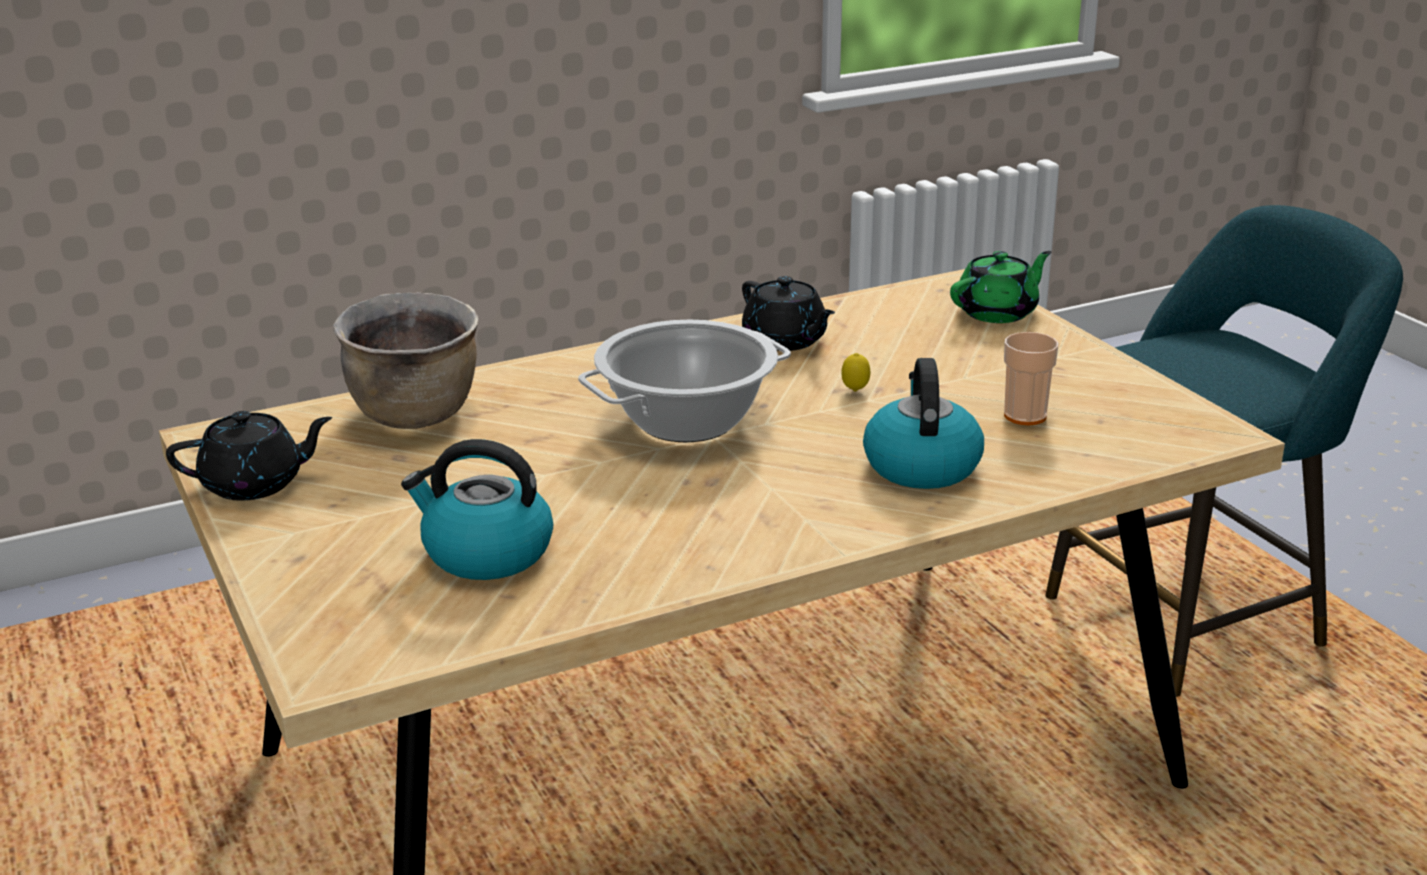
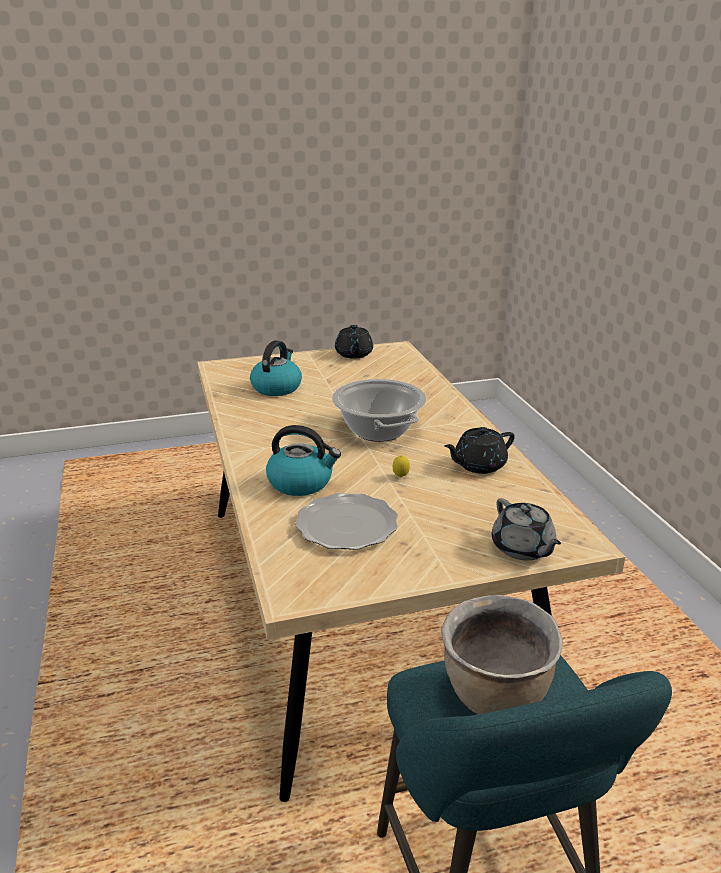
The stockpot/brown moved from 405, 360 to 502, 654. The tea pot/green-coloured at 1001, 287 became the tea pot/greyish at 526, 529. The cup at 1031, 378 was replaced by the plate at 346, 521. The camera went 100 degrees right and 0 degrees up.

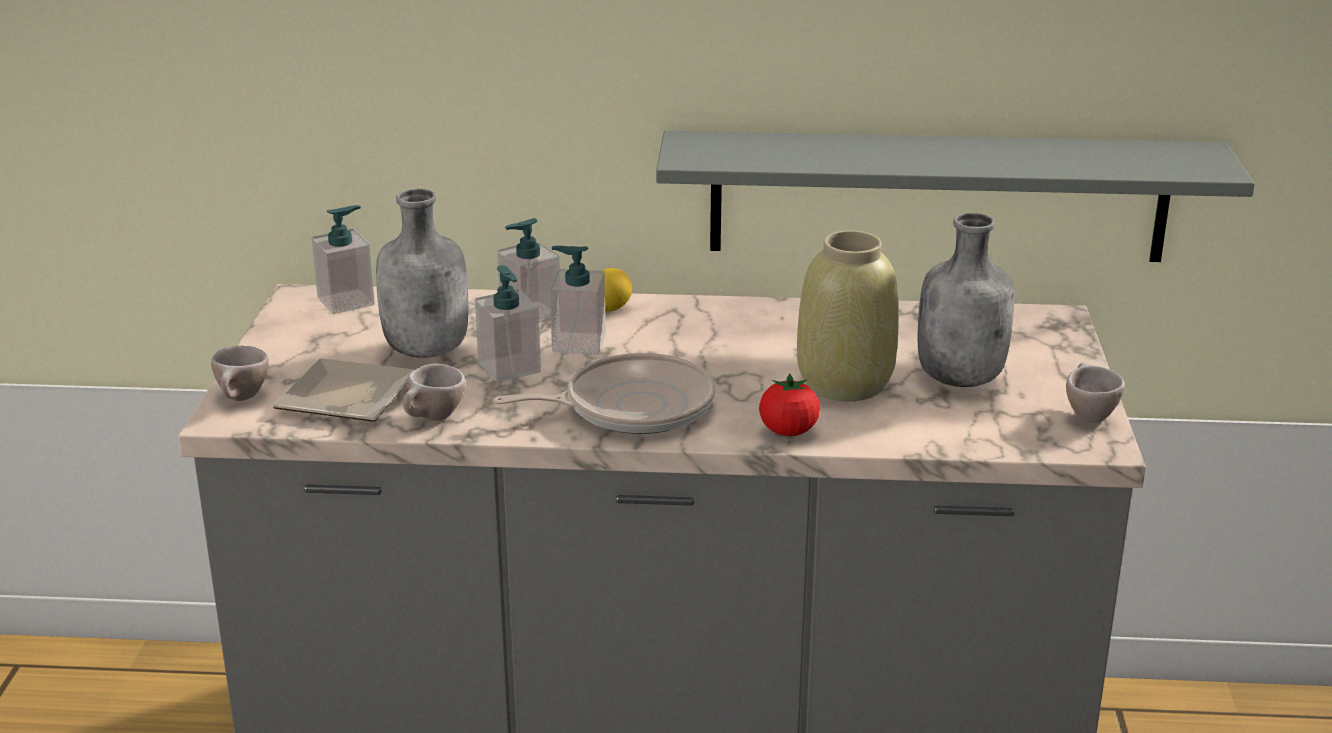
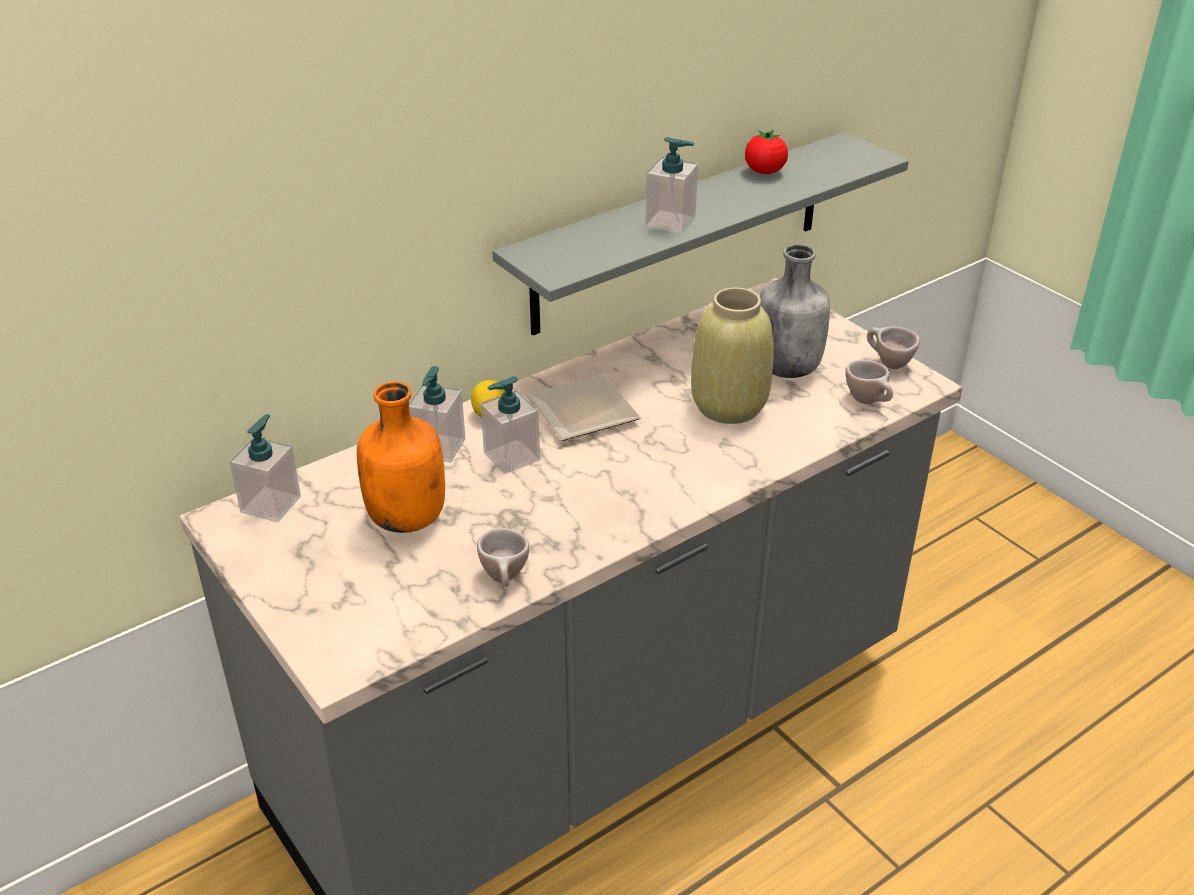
The cup/beige moved from 240, 373 to 869, 382. The plate moved from 343, 390 to 584, 407. The bottle/greyish at 422, 273 became the bottle/orange-coloured at 401, 457. The soap bottle moved from 508, 323 to 671, 185. The skillet at 604, 393 disappeared. The whole tomato moved from 789, 404 to 766, 152. The camera went 40 degrees left and 10 degrees up.

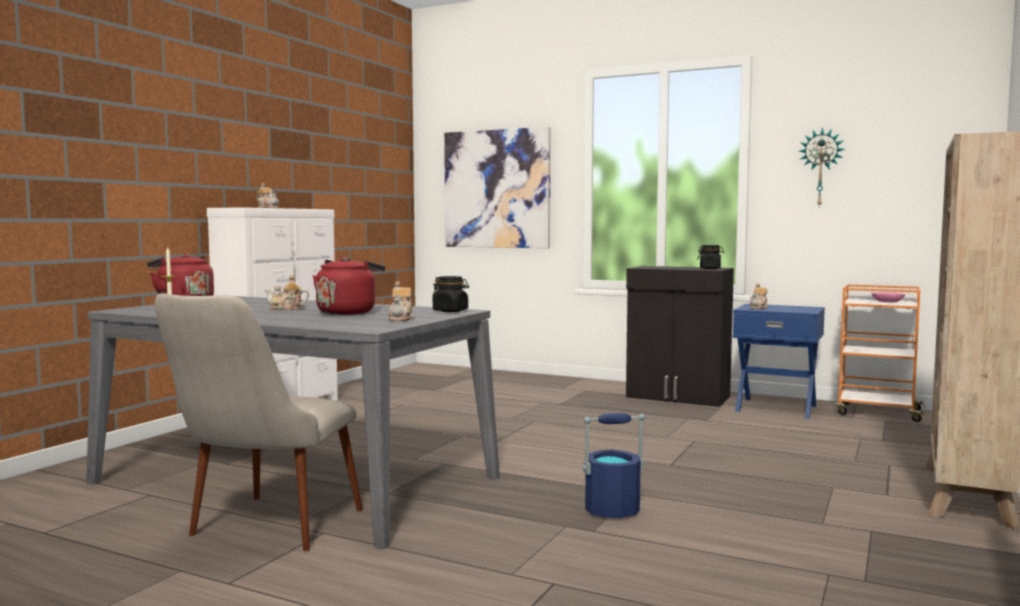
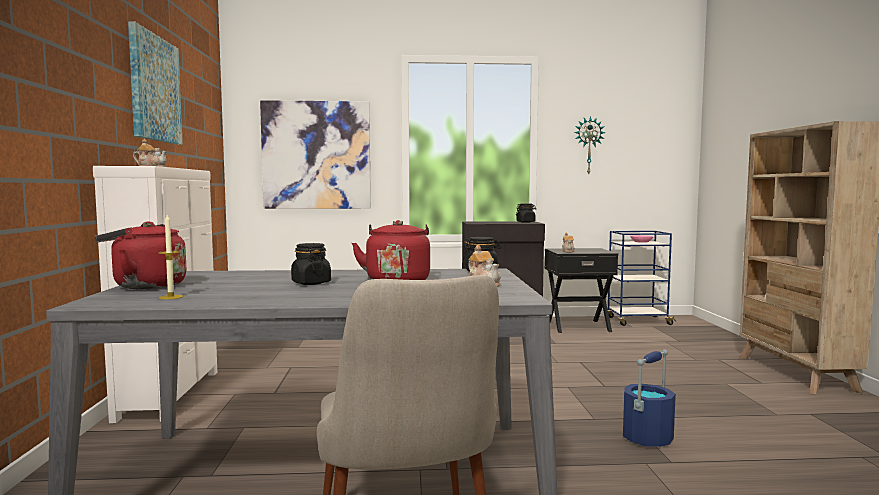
The tea pot at 287, 292 was replaced by the storage jar/black at 311, 264. The bedside table/blue at 779, 361 became the bedside table/black at 581, 290. The trolley/orange-coloured at 881, 353 became the trolley/blue at 642, 278. The wall picture at 155, 83 appeared. The camera went 30 degrees left and 0 degrees up.

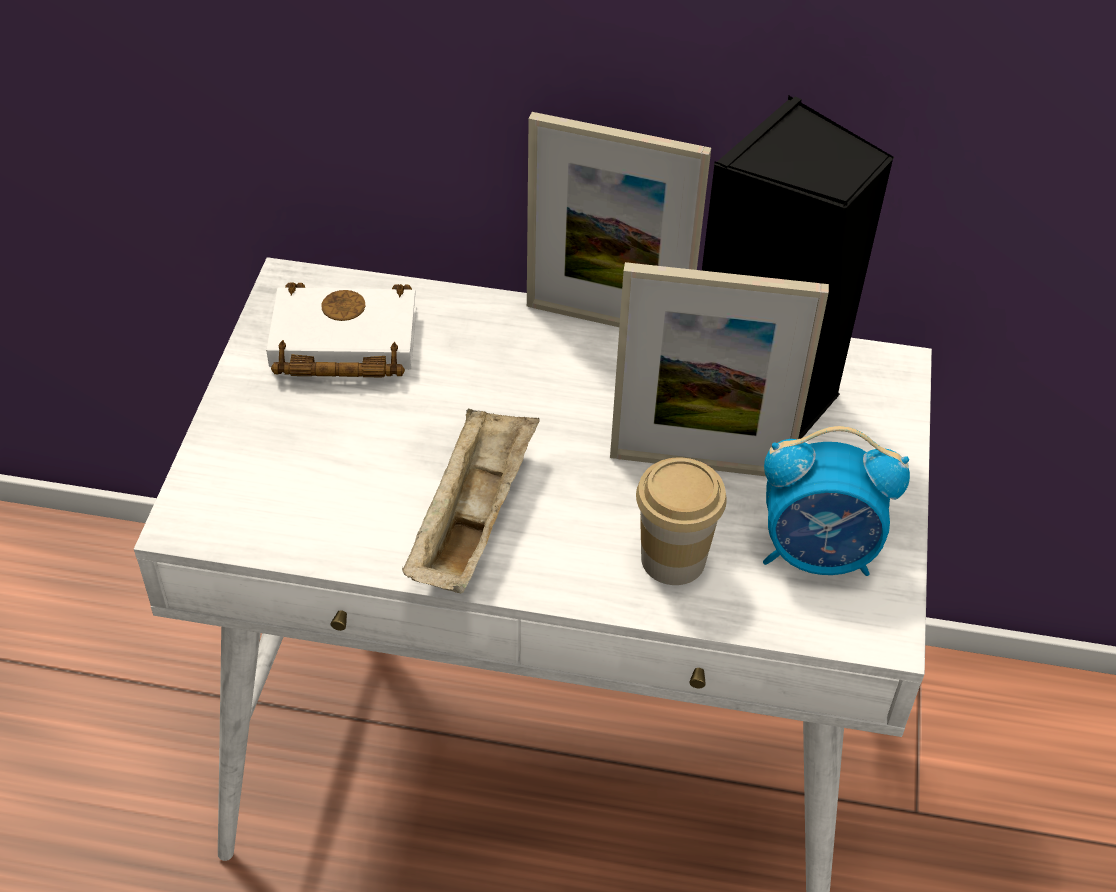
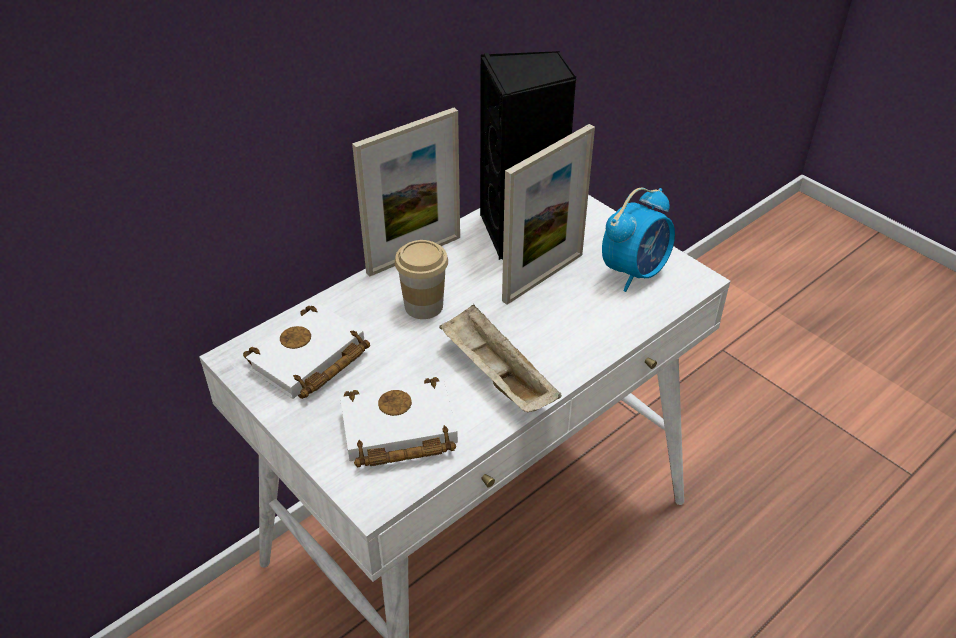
The cup moved from 681, 521 to 421, 279. The book/white-coloured at 399, 422 appeared. The camera went 50 degrees left and 5 degrees down.

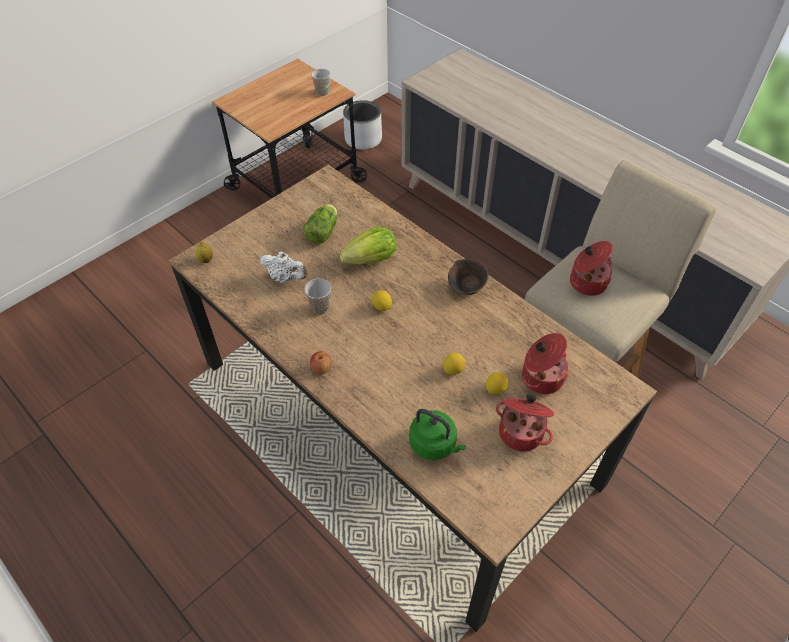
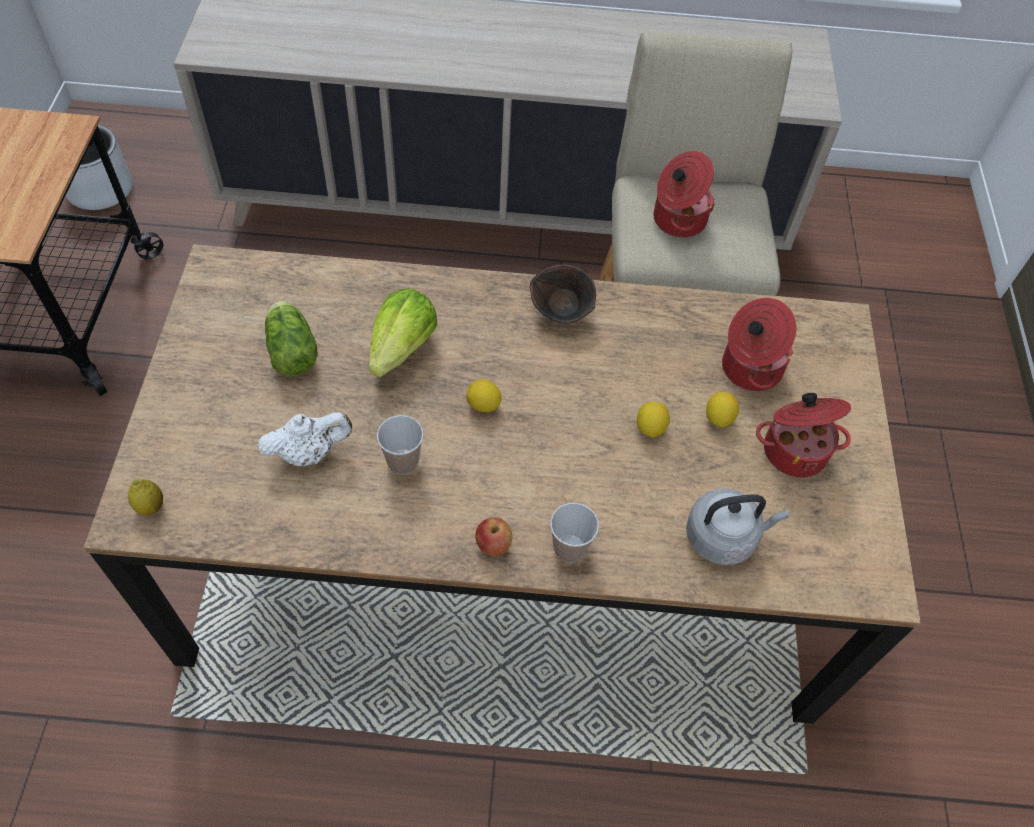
The cup moved from 320, 82 to 574, 533. The kettle/green-coloured at 437, 434 became the kettle/greyish at 737, 527. The camera went 45 degrees left and 5 degrees up.

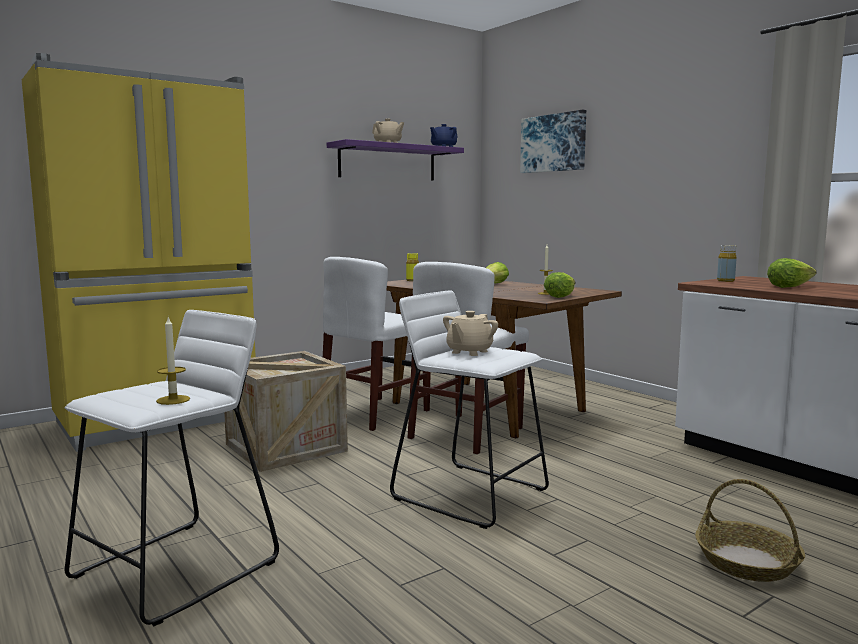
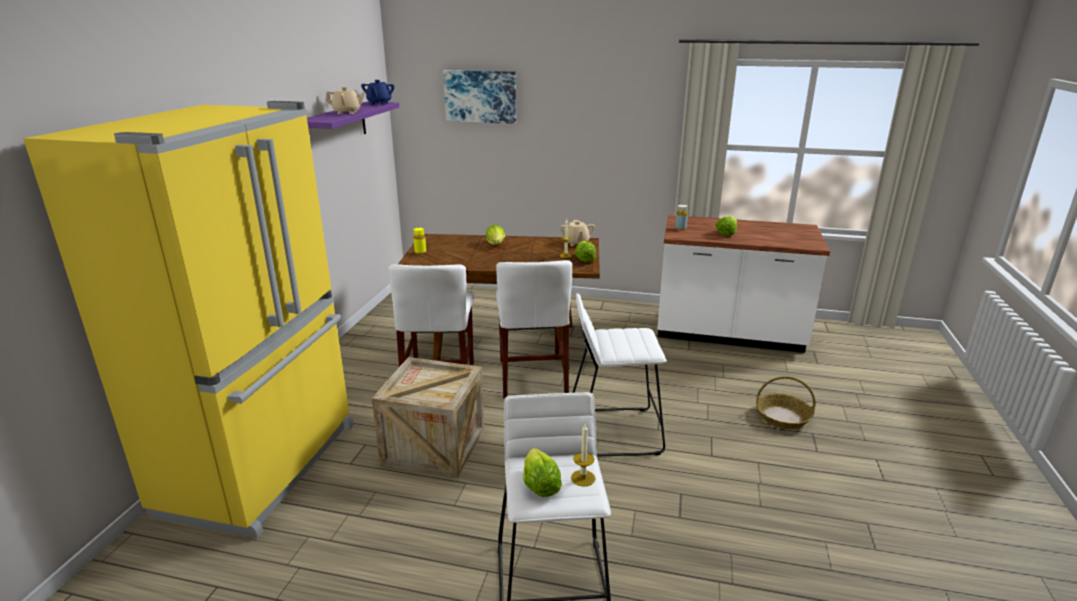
The tea pot/beige moved from 470, 333 to 577, 233. The lettuce at 542, 472 appeared. The camera went 40 degrees left and 15 degrees up.

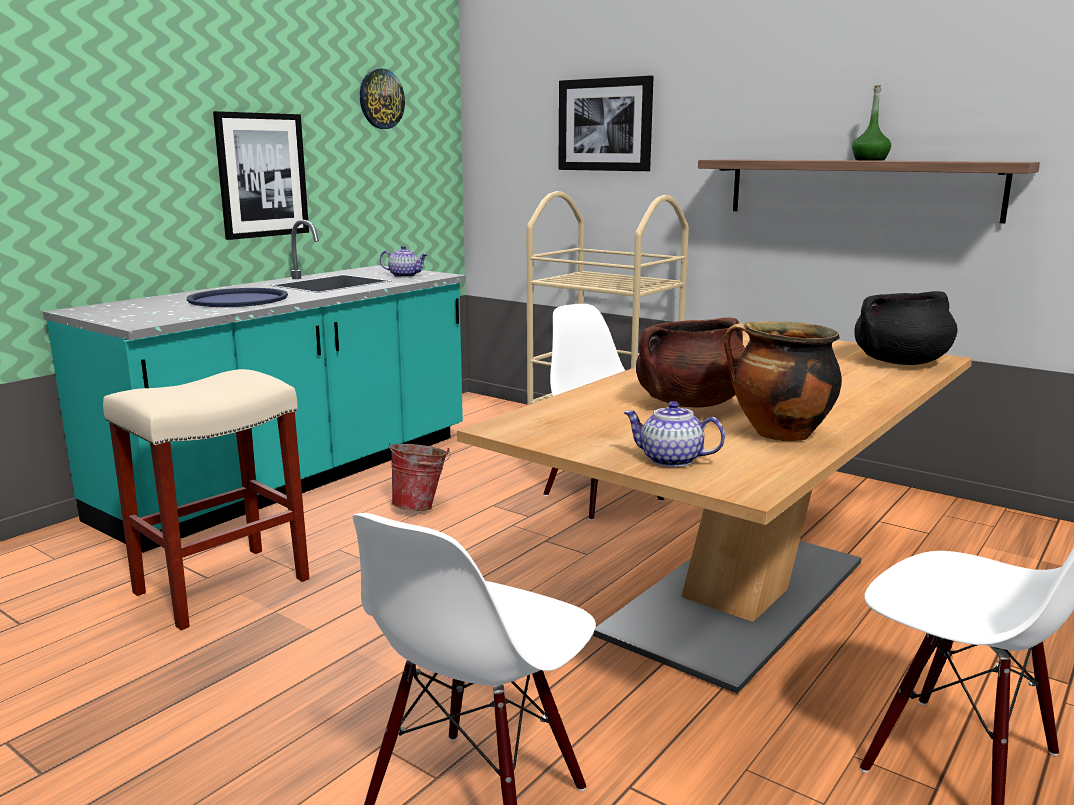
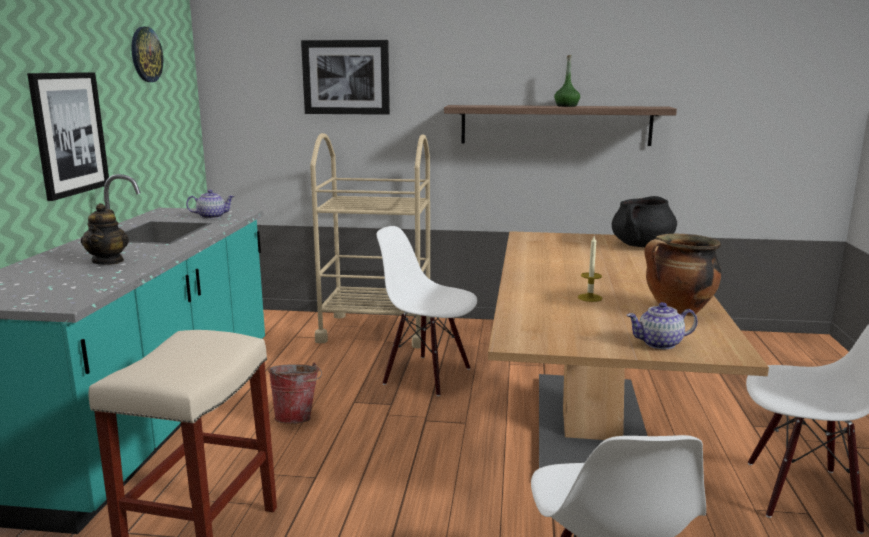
The serving tray/blue at 237, 297 was replaced by the tea pot at 105, 234. The stockpot/brown at 690, 362 was replaced by the wax candle at 590, 269. The camera went 30 degrees left and 0 degrees up.

